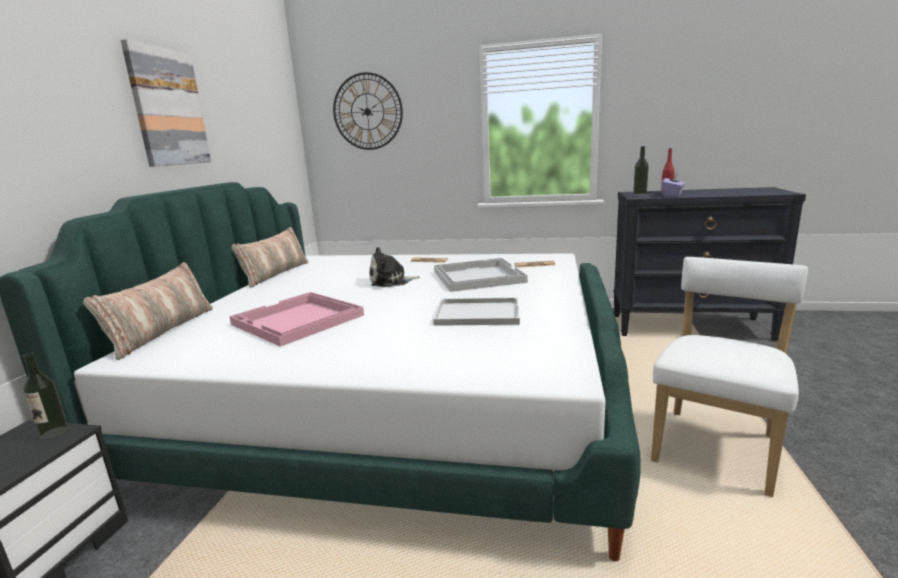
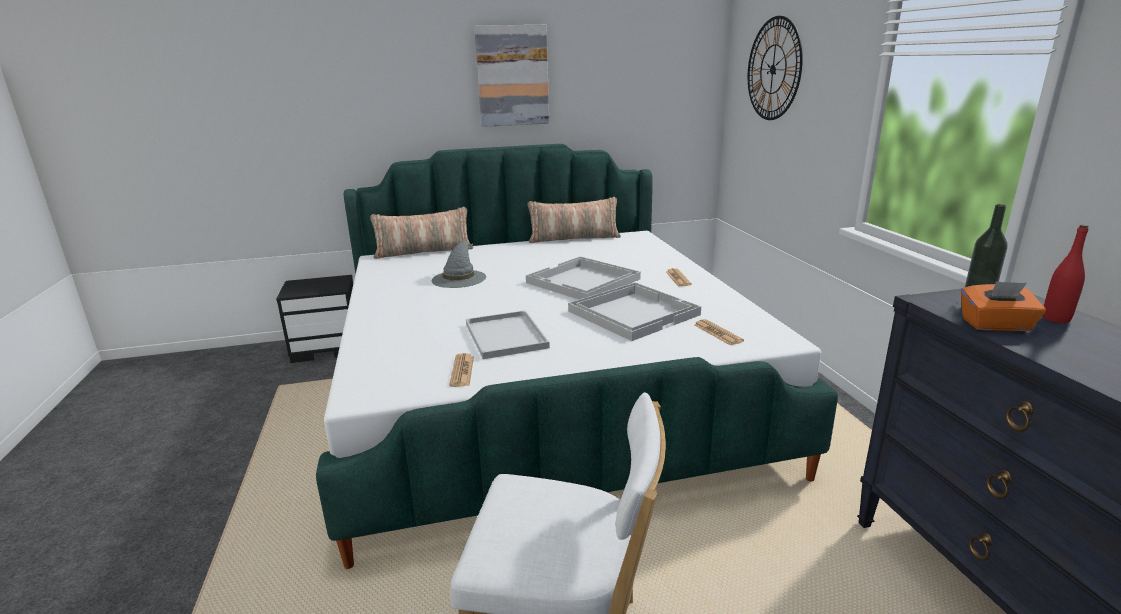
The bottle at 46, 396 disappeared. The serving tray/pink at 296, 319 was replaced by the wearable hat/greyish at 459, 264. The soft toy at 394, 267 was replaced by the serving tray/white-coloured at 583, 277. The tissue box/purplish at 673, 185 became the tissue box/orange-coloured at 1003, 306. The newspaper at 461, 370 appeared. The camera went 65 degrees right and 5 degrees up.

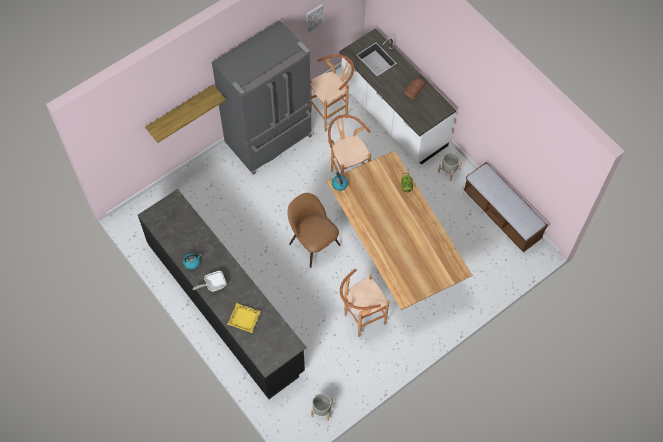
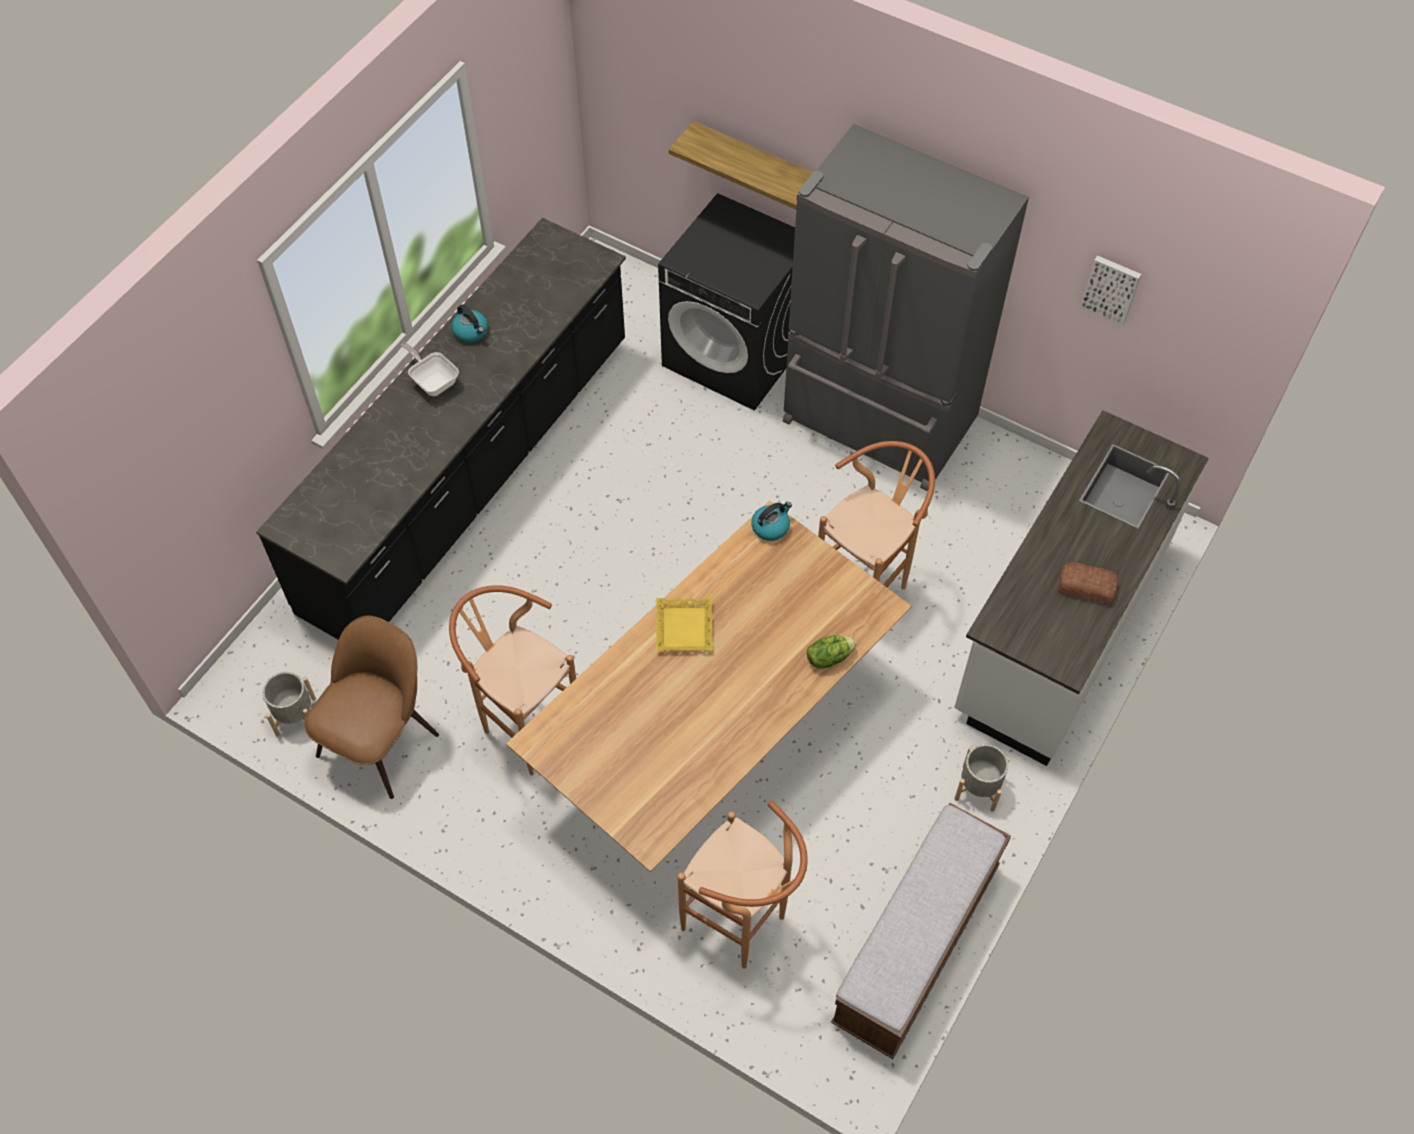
The serving tray/yellow moved from 244, 318 to 684, 624. The plain chair/brown moved from 314, 230 to 371, 707. The stool seat/brown moved from 332, 93 to 742, 885. The washing machine/black at 726, 302 appeared. The camera went 70 degrees right and 5 degrees down.

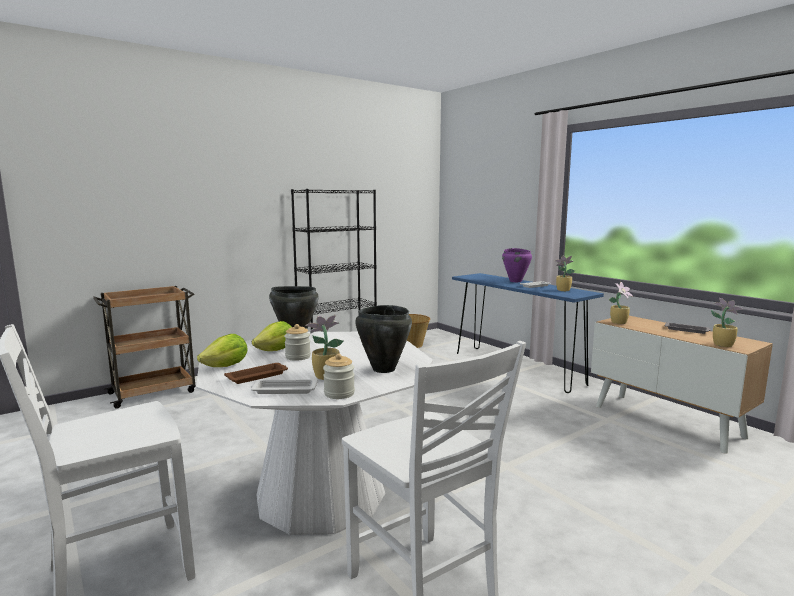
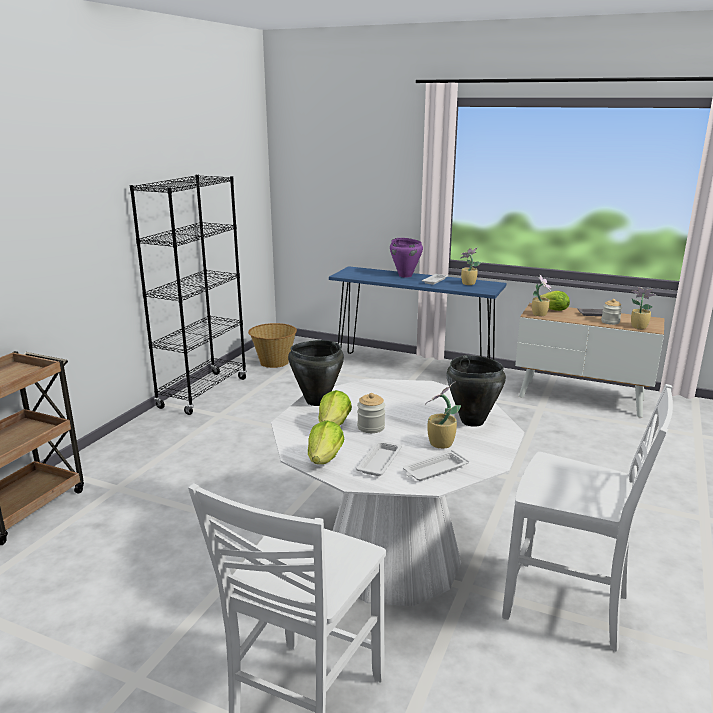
The serving tray/brown at 256, 373 became the serving tray/white-coloured at 379, 458. The storage jar moved from 339, 376 to 611, 312. The lettuce at 555, 301 appeared. The camera went 30 degrees left and 10 degrees up.

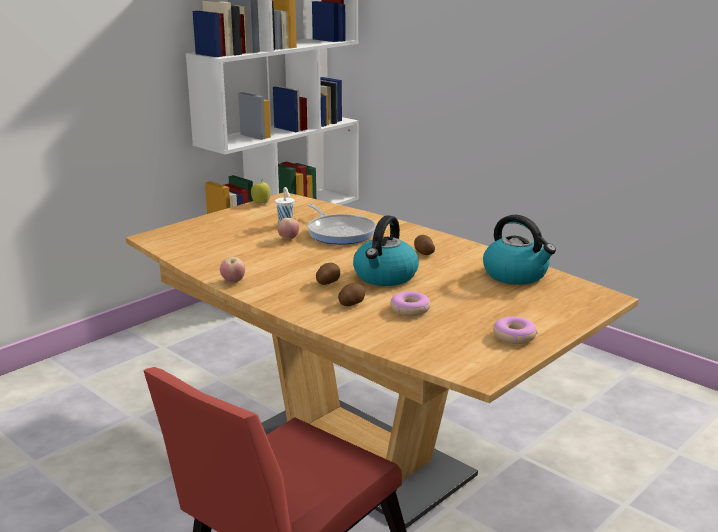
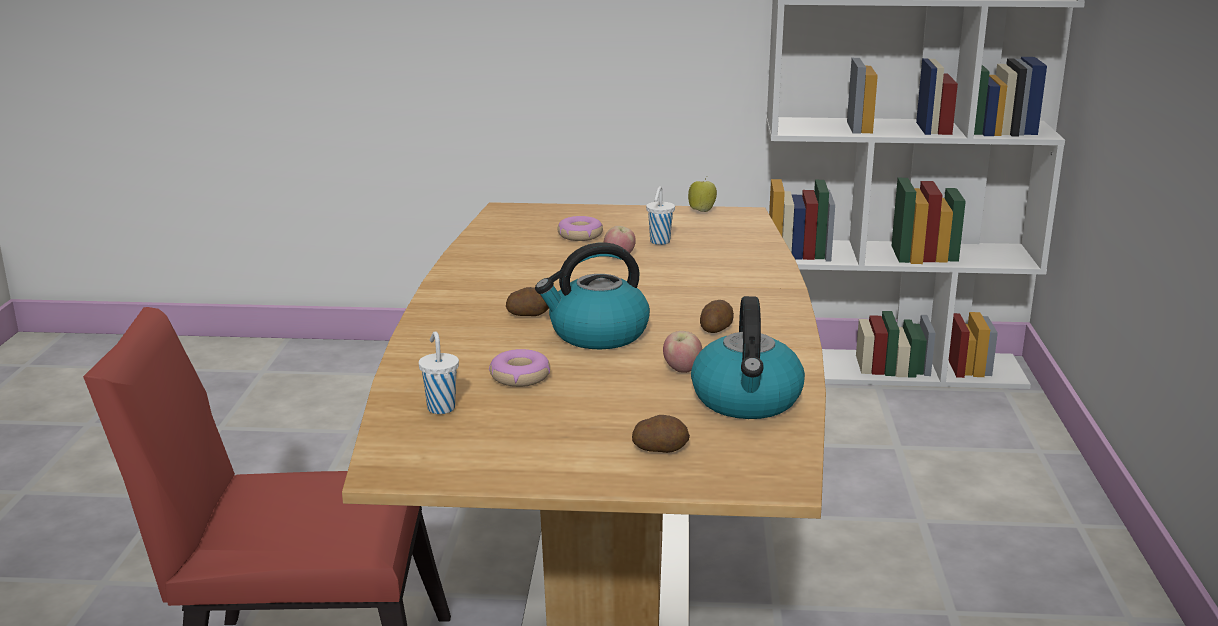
The apple moved from 232, 270 to 682, 352. The skillet at 342, 224 disappeared. The whole potato moved from 351, 294 to 661, 434. The donut moved from 515, 330 to 580, 228. The cup/white-coloured at 439, 372 appeared. The camera went 50 degrees right and 0 degrees up.

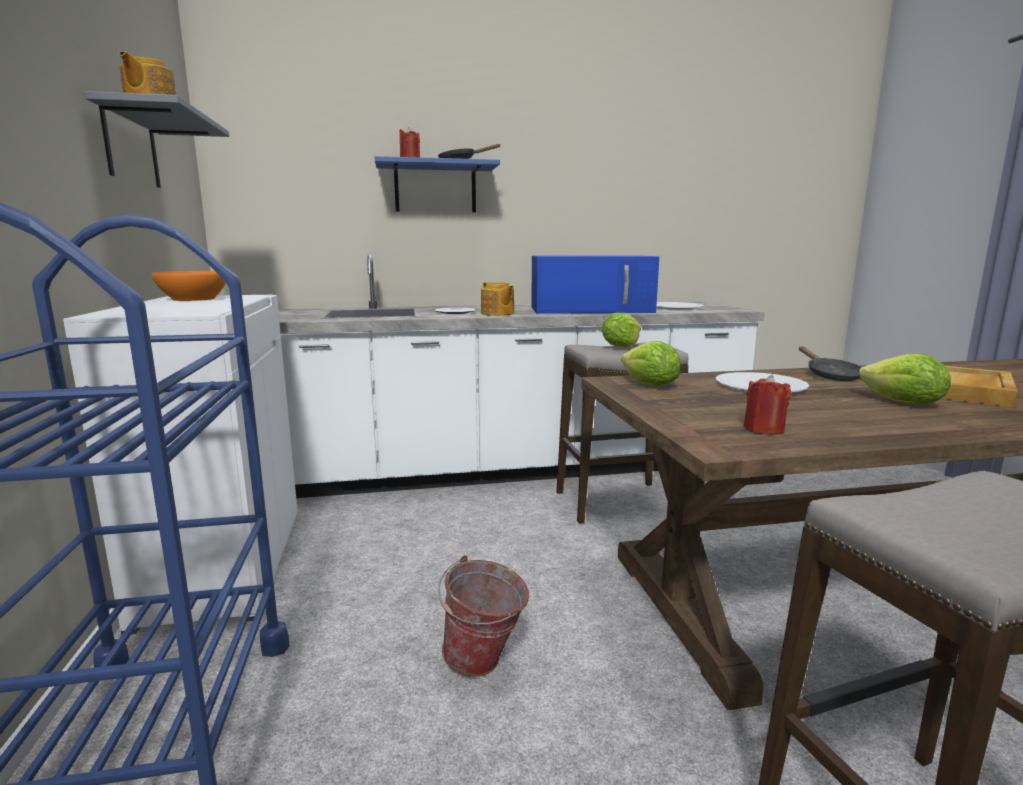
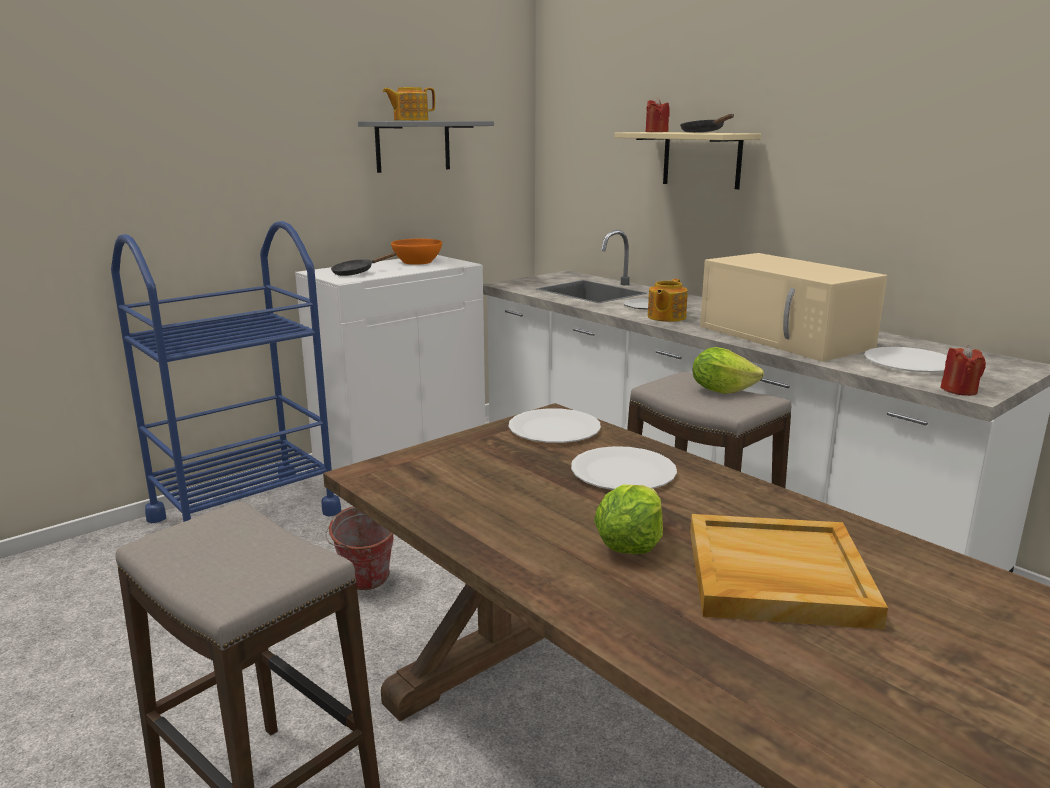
The wall shelf/blue at 437, 184 became the wall shelf/beige at 687, 160. The microwave/blue at 595, 285 became the microwave/beige at 793, 307. The lettuce at 650, 363 was replaced by the plate/white-coloured at 555, 425. The wax candle/red moved from 767, 404 to 963, 370. The skillet/black moved from 830, 364 to 363, 264. The camera went 60 degrees right and 5 degrees up.

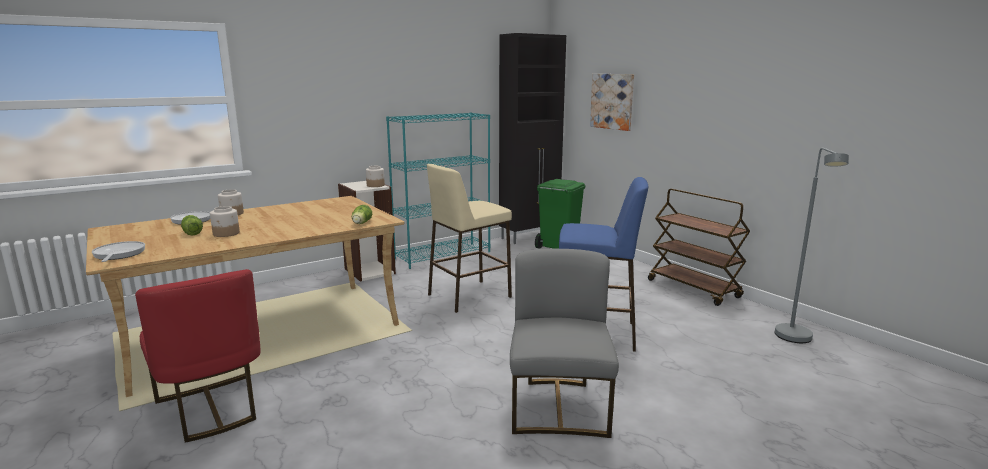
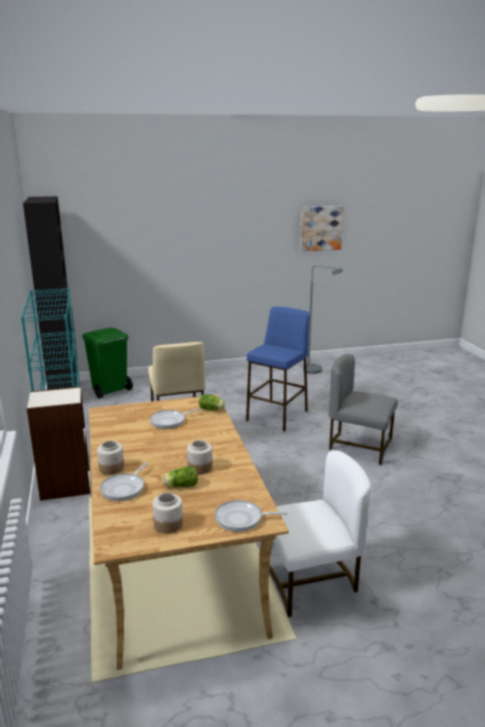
The plain chair/red at 197, 356 became the plain chair/white-coloured at 320, 533. The storage jar moved from 375, 176 to 167, 512. The wall picture moved from 612, 102 to 322, 228. The trolley/brown at 699, 247 disappeared. The skillet at 175, 418 appeared. The camera went 70 degrees left and 5 degrees up.

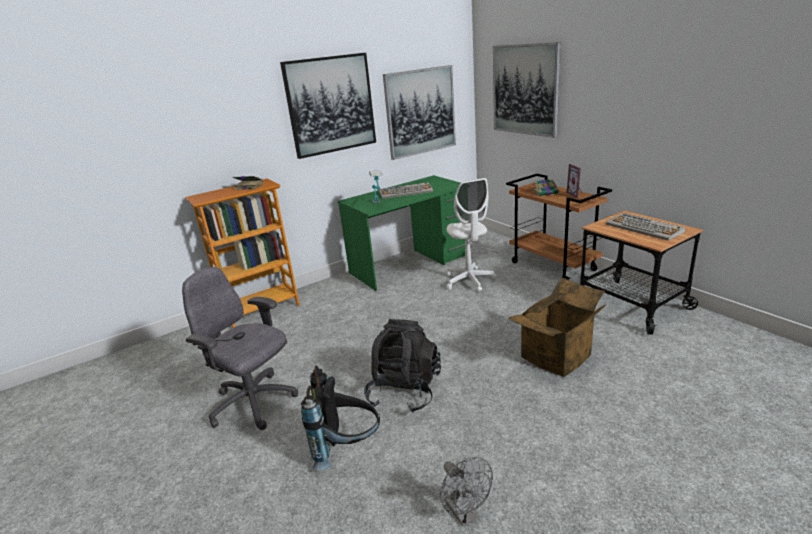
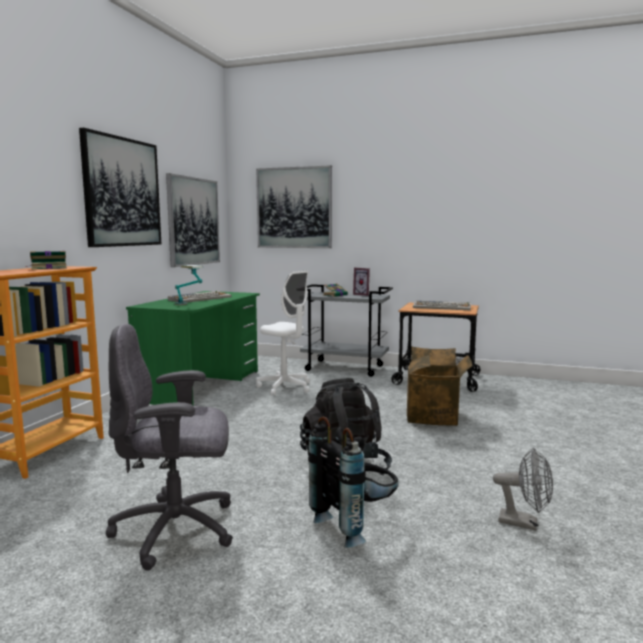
The trolley/brown at 559, 227 became the trolley/greyish at 346, 330. The camera went 40 degrees left and 15 degrees down.

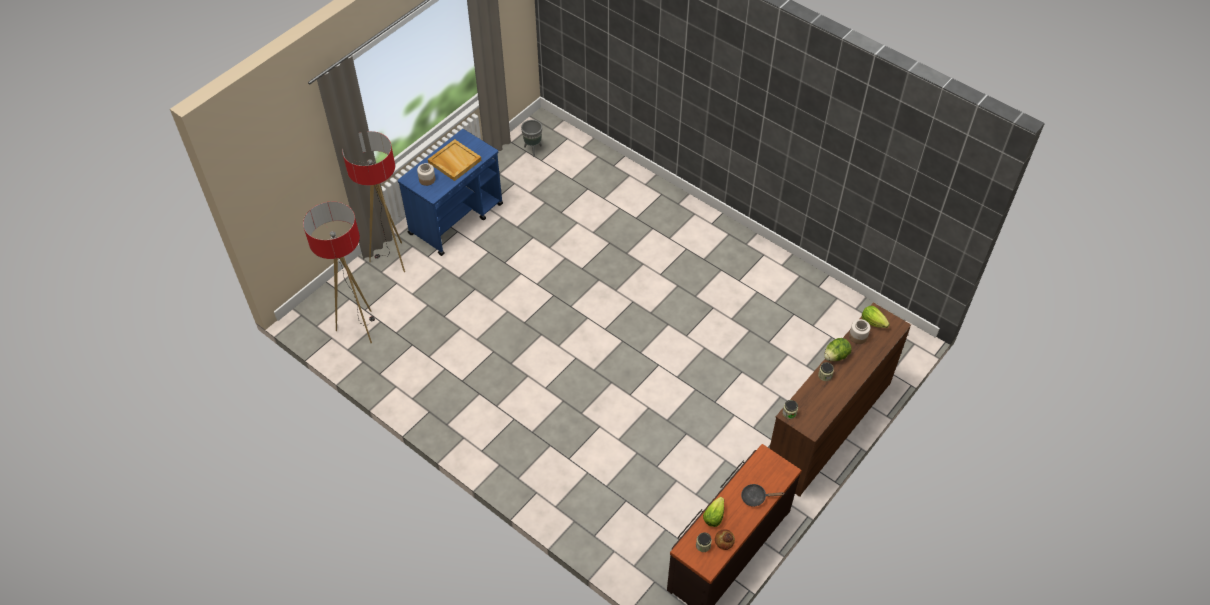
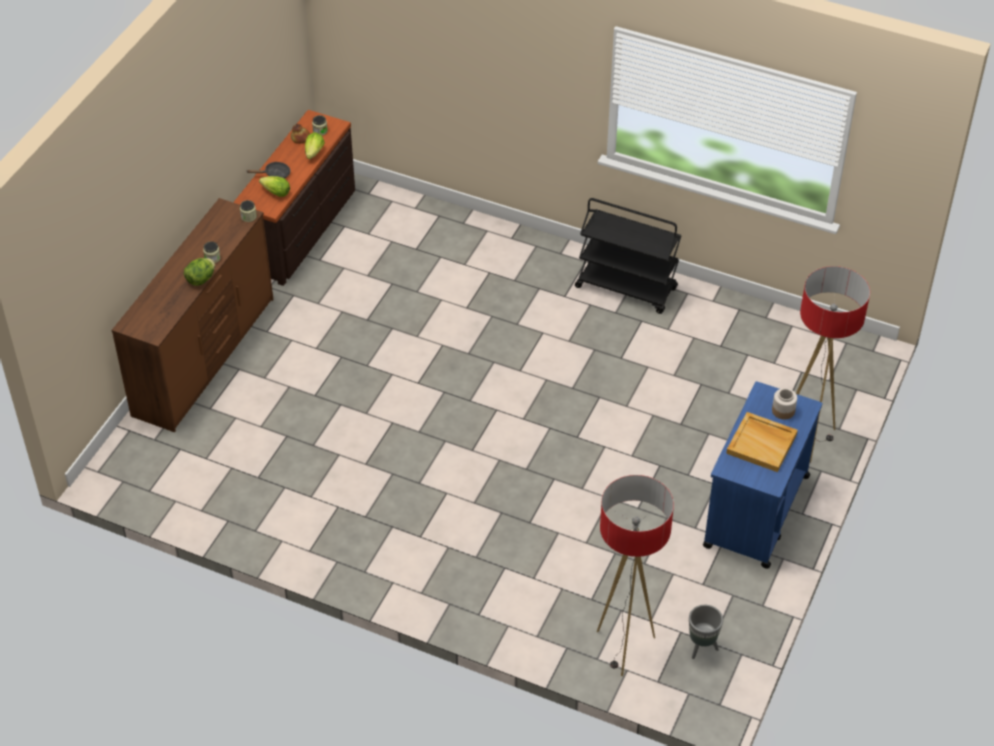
The floor lamp moved from 339, 272 to 635, 575. The storage jar at 859, 331 disappeared. The lettuce moved from 876, 317 to 274, 186. The trolley/black at 628, 256 appeared. The camera went 165 degrees right and 5 degrees down.

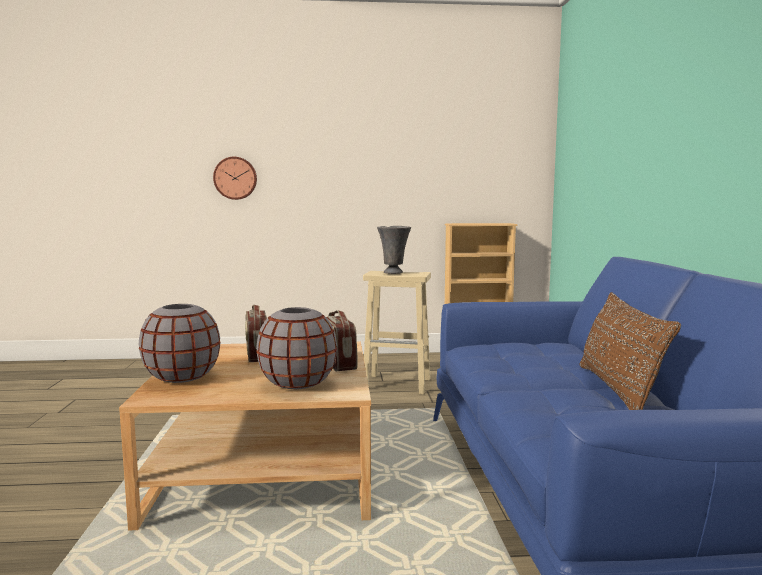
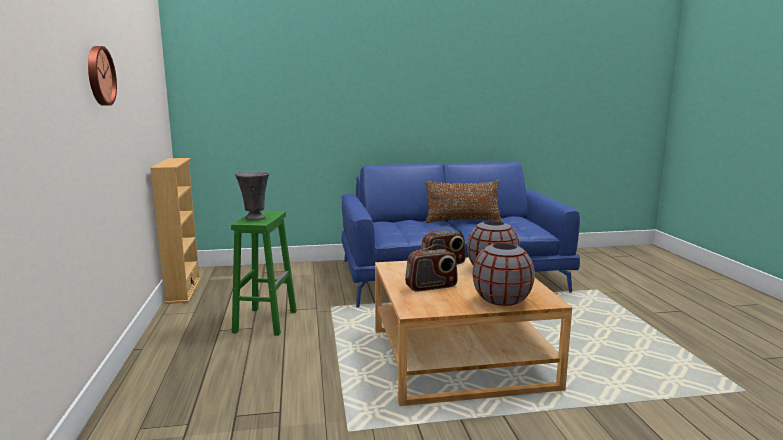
The clock on the wall moved from 235, 178 to 102, 76. The stool seat/beige at 397, 332 became the stool seat/green-coloured at 264, 273. The camera went 95 degrees left and 5 degrees up.

